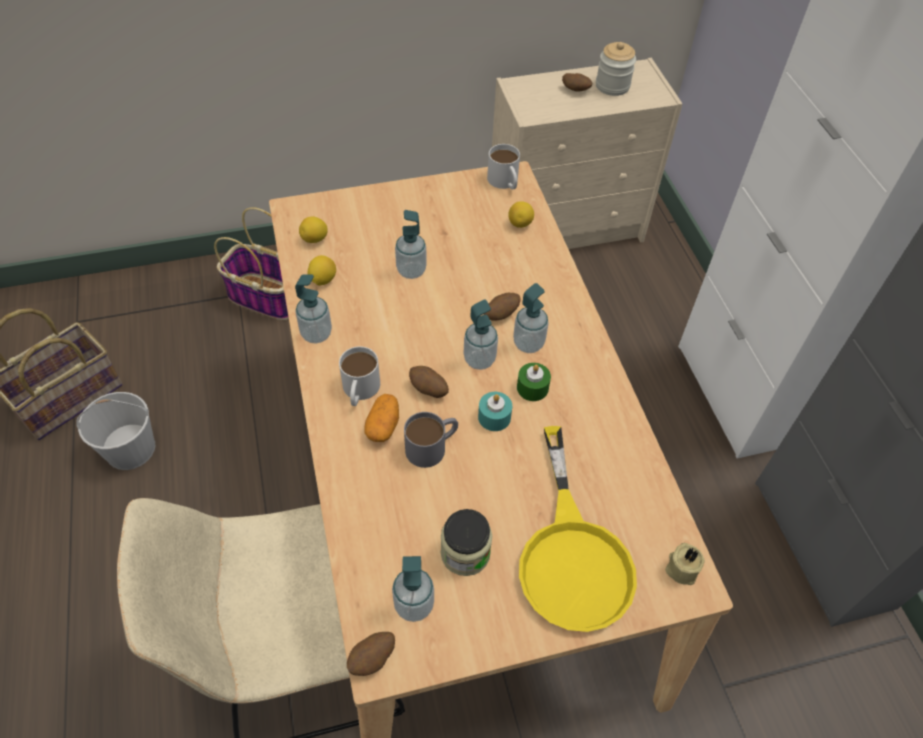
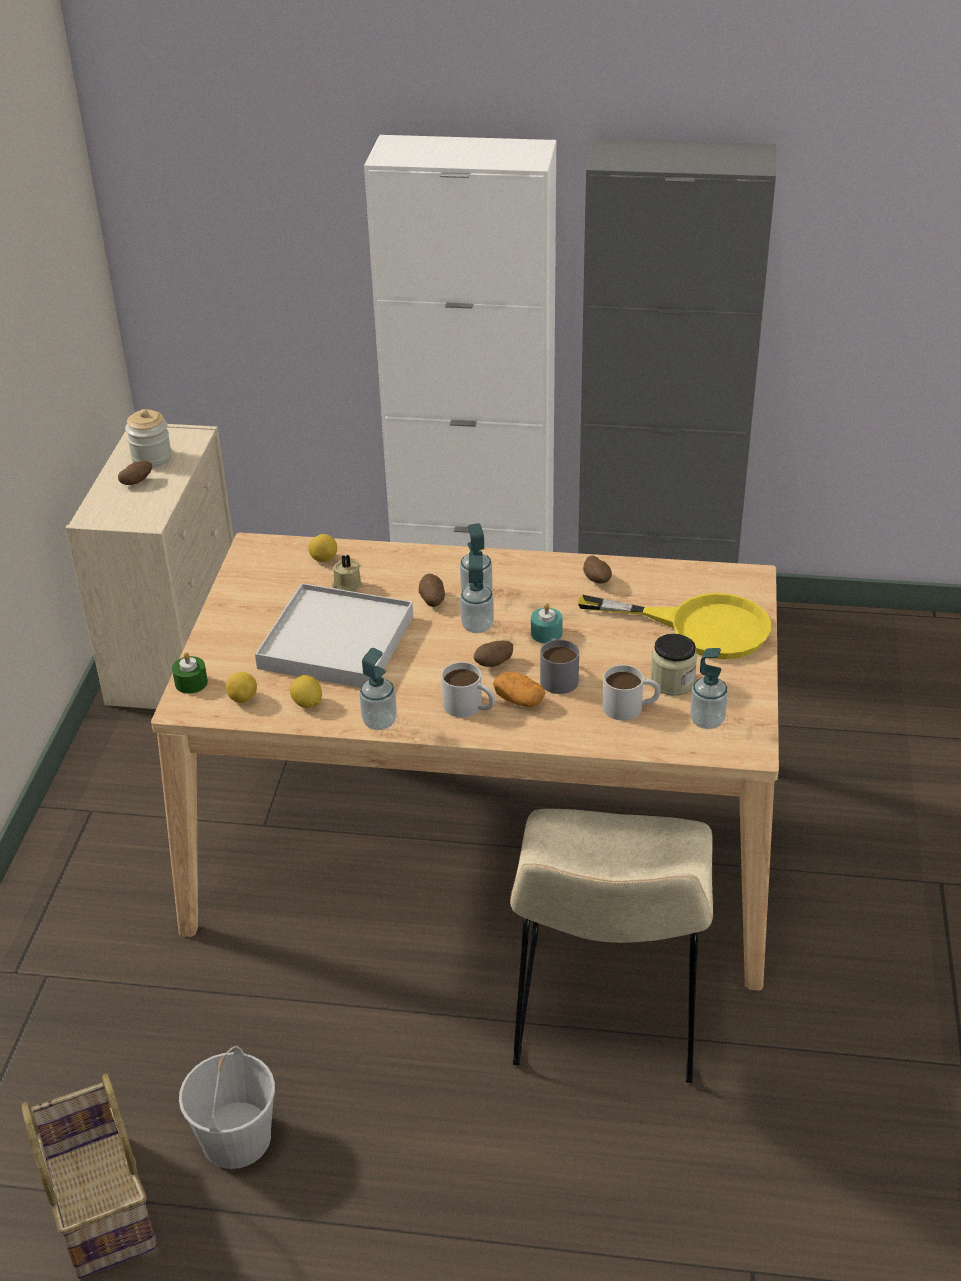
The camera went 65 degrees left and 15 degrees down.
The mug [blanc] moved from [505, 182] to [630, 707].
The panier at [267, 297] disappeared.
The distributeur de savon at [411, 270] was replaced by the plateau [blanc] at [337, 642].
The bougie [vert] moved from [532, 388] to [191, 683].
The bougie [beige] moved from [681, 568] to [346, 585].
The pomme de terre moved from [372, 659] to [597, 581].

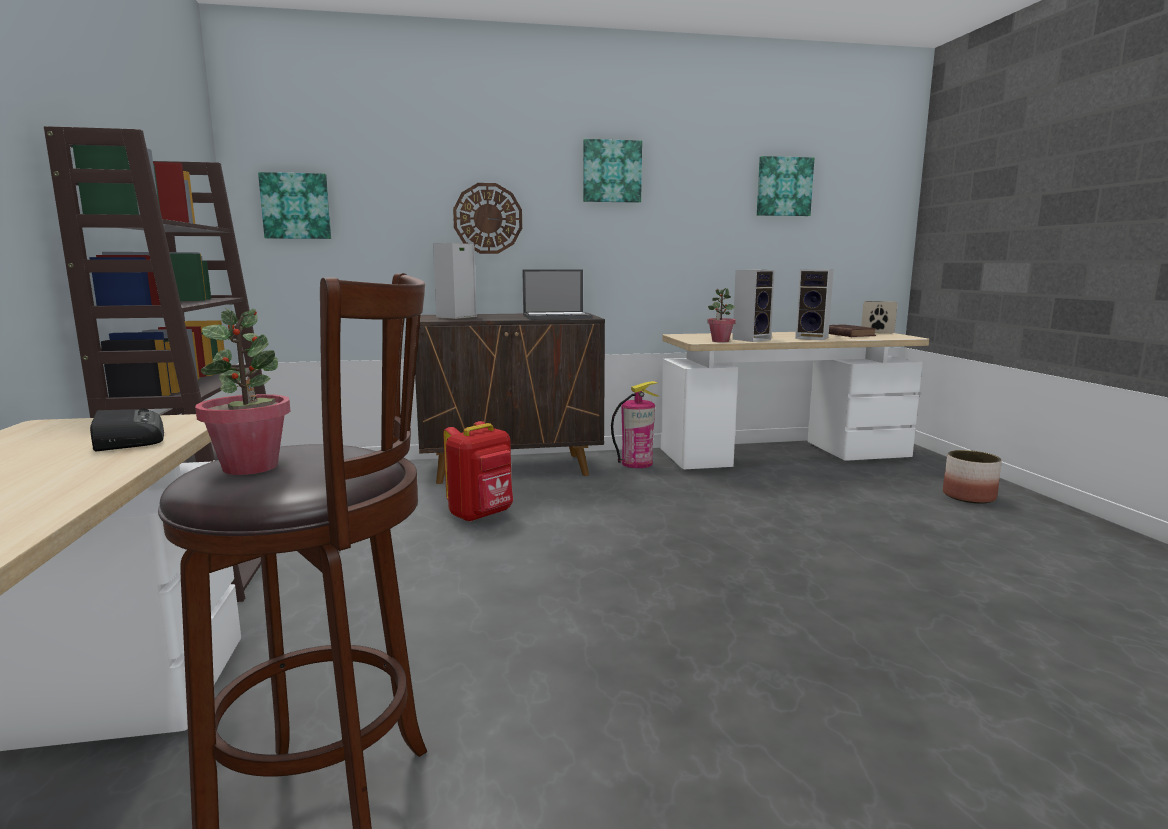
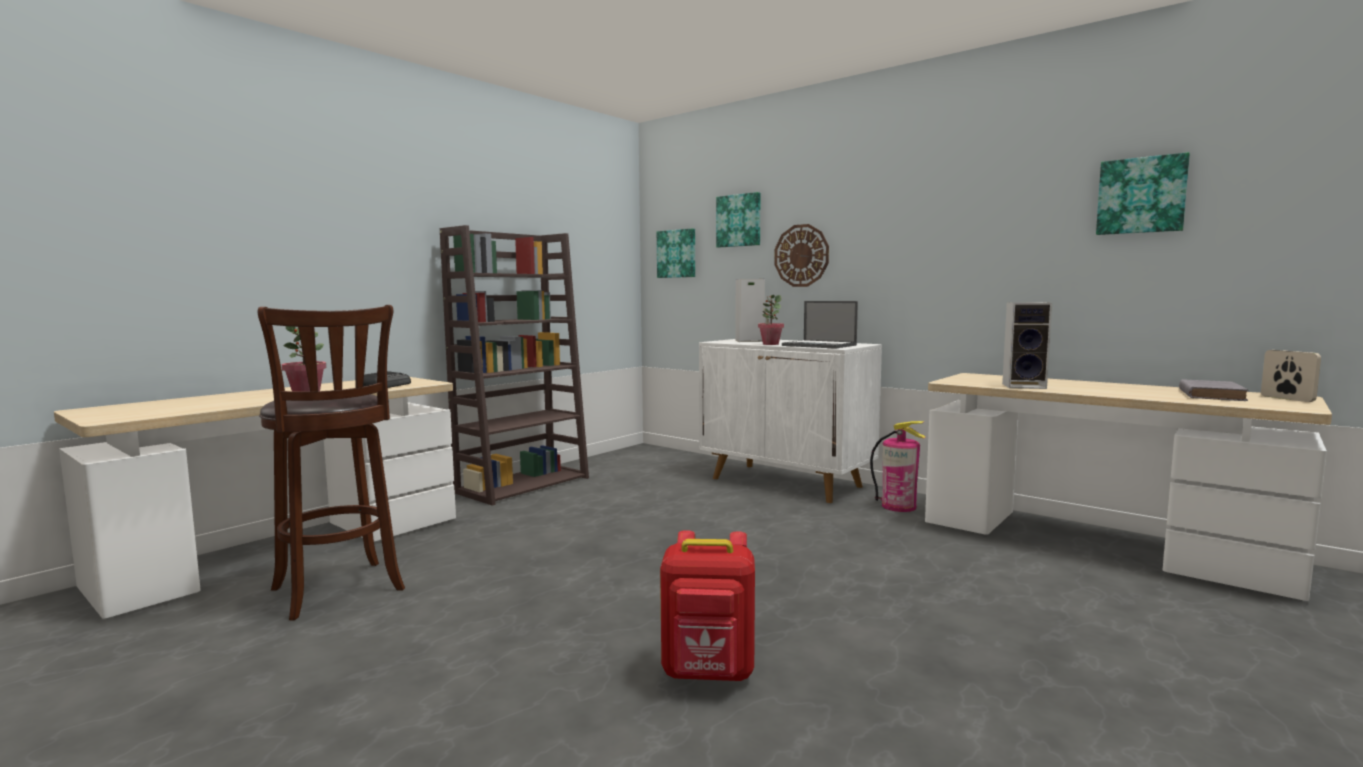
The camera went 50 degrees right and 5 degrees down.
The tableau moved from [611, 171] to [739, 220].
The enceinte at [813, 338] disappeared.
The plante en pot moved from [720, 341] to [770, 344].
The meuble de rangement [marron] at [512, 468] became the meuble de rangement [blanc] at [786, 482].
The livre [marron] at [845, 334] became the livre [gris] at [1211, 395].
The sac à dos [rouge] moved from [482, 515] to [709, 674].
The cache-pot at [969, 496] disappeared.

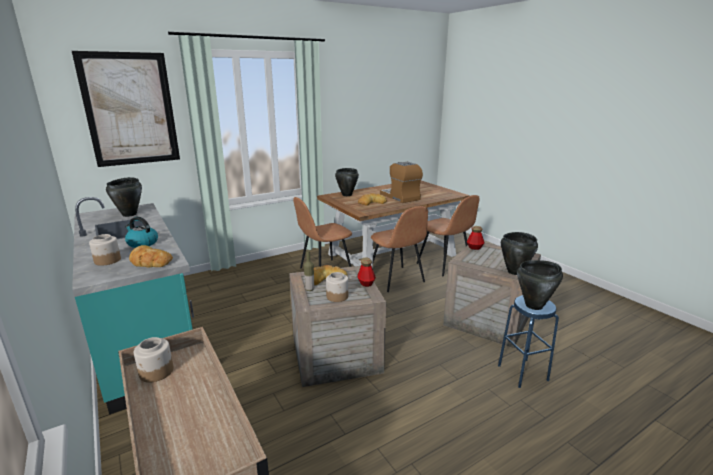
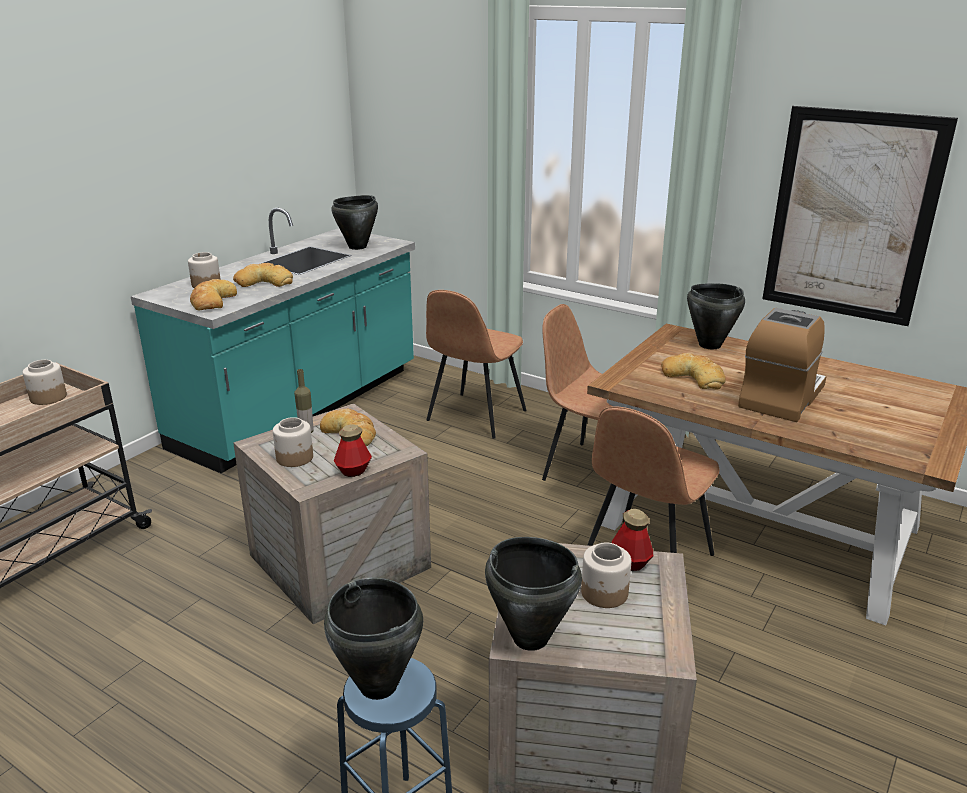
The camera went 65 degrees right and 5 degrees up.
The tableau moved from [130, 109] to [851, 216].
The chaise [marron] moved from [444, 265] to [475, 416].
The bouilloire at [142, 243] was replaced by the pain at [264, 282].
The bocal at [604, 593] appeared.

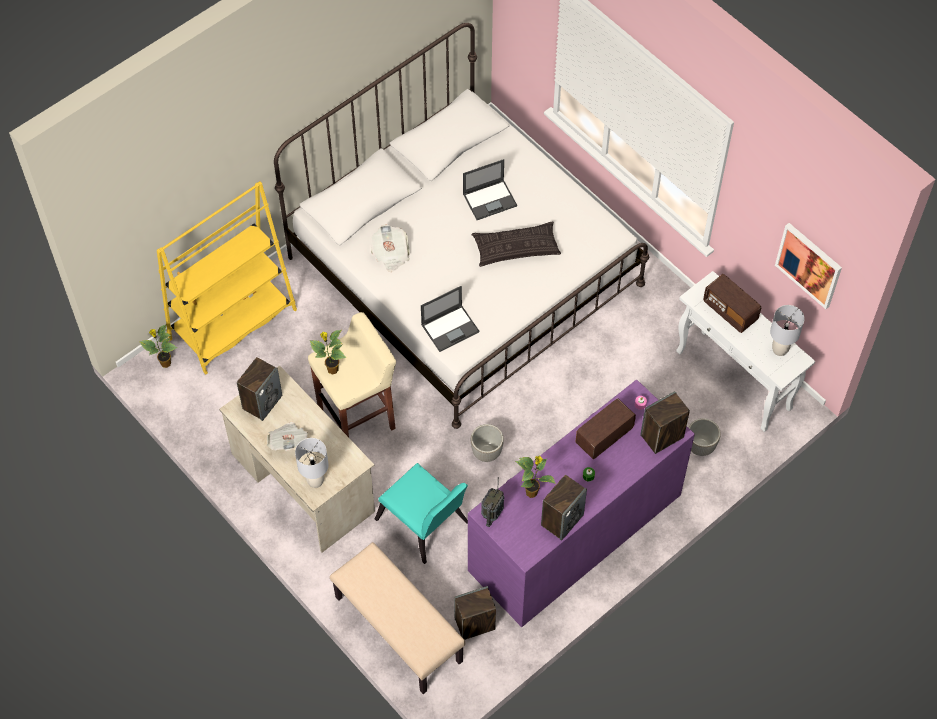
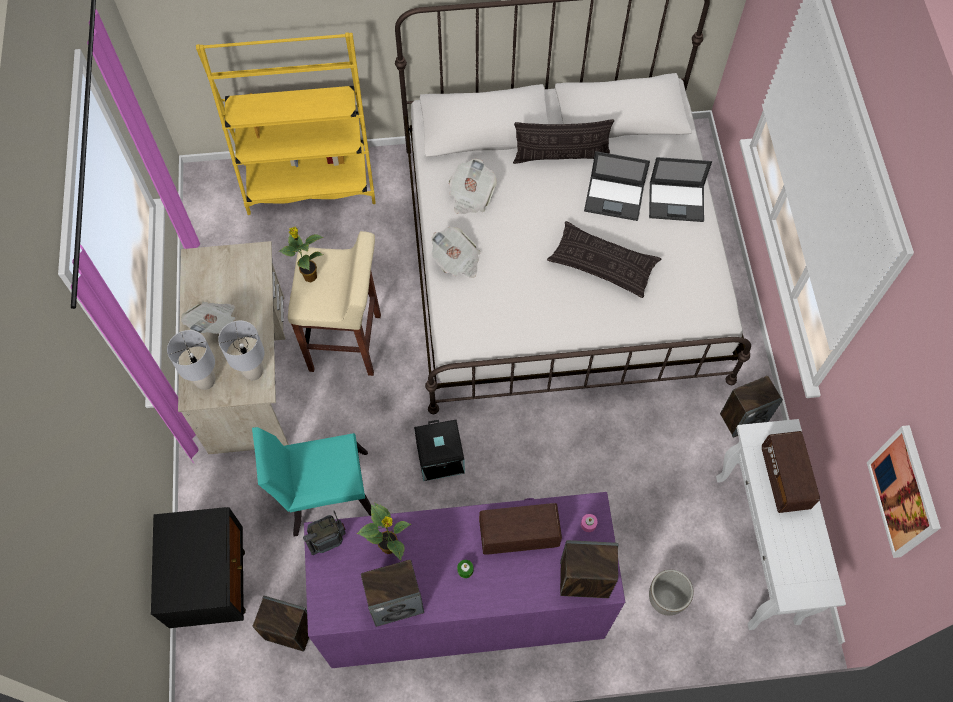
The camera went 35 degrees right and 5 degrees up.
The ordinateur portable moved from [450, 328] to [677, 201].
The lampe de table [gris] moved from [780, 350] to [253, 372].
The plante en pot at [165, 363] disappeared.
The enceinte moved from [262, 402] to [743, 418].
The cache-pot at [487, 452] was replaced by the boîte de rangement [noir] at [441, 458].
The chaise [turquoise] at [425, 525] turned 90 degrees clockwise.
The banc [beige] at [397, 629] was replaced by the table de chevet [noir] at [213, 583].
The coussin at [561, 156] appeared.
The journal at [456, 261] appeared.

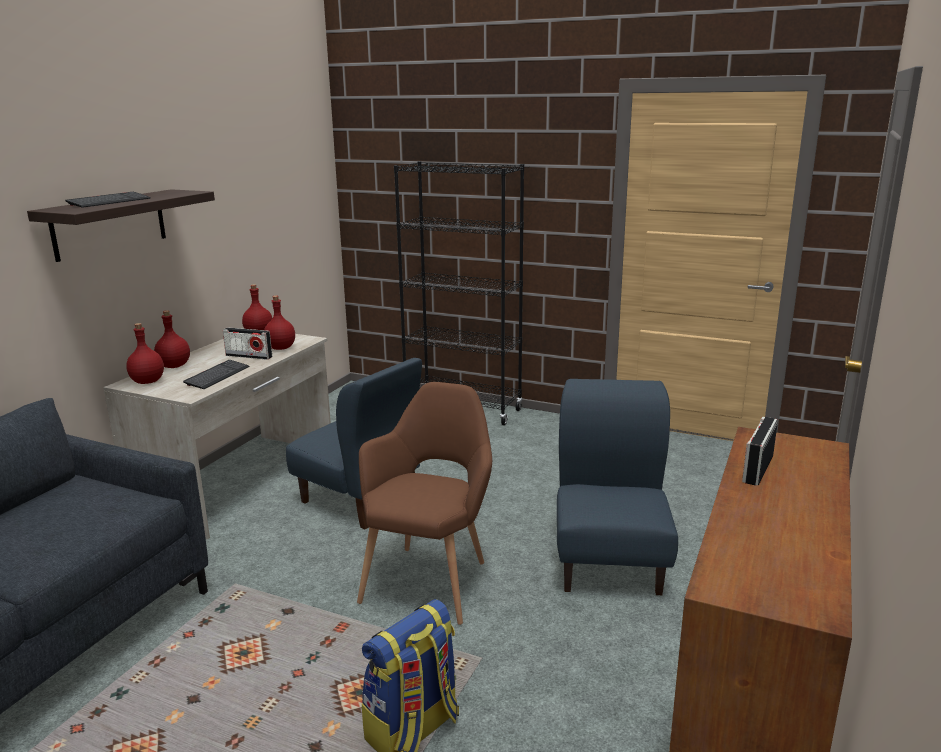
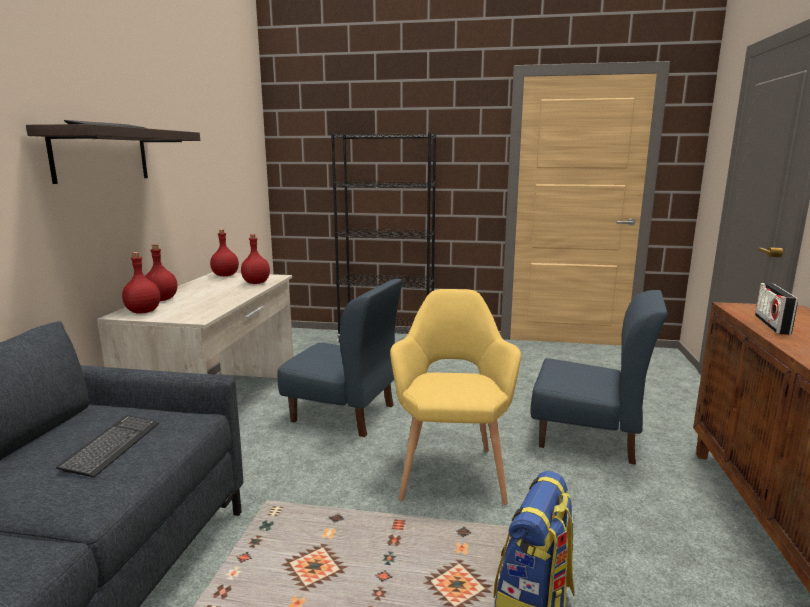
The camera went 15 degrees left and 5 degrees down.
The radio at [249, 356] disappeared.
The clavier moved from [217, 376] to [112, 446].
The chaise [bleu] at [610, 562] turned 120 degrees clockwise.
The fauteuil [marron] at [431, 578] became the fauteuil [jaune] at [451, 469].

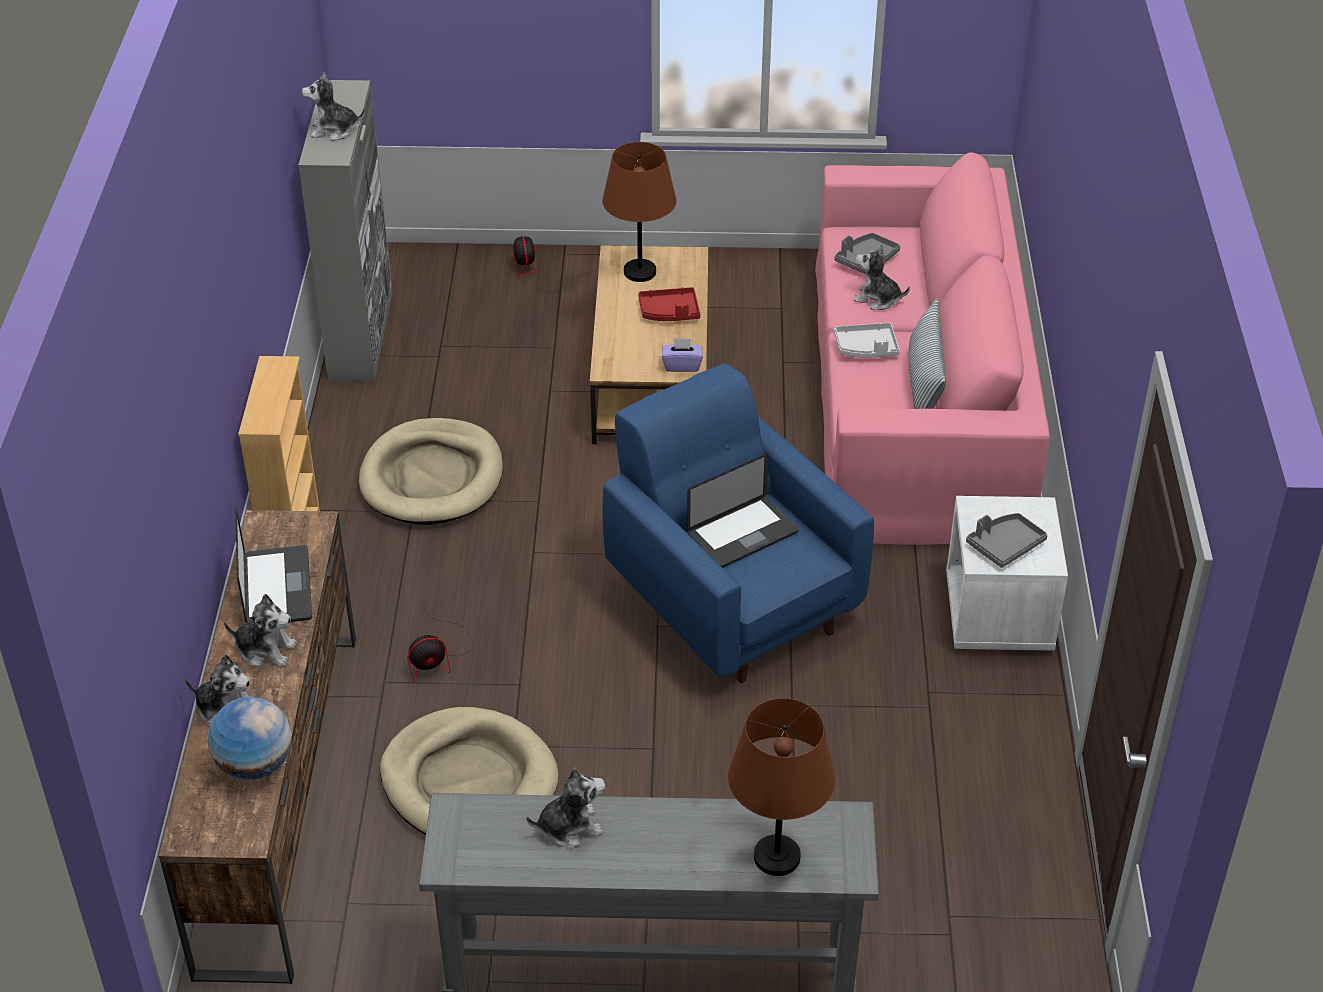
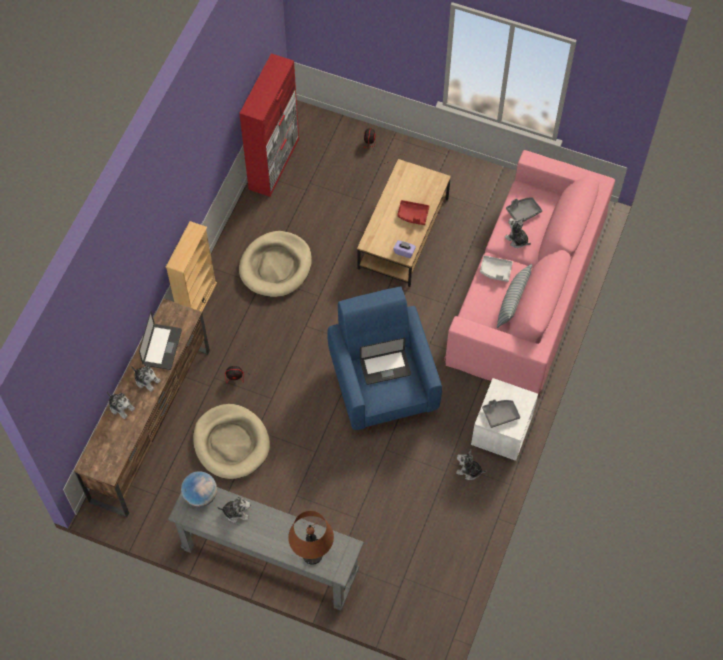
The camera went 20 degrees right and 20 degrees up.
The peluche moved from [334, 130] to [469, 470].
The meuble de rangement [gris] at [361, 334] became the meuble de rangement [rouge] at [274, 163].
The lampe de table [marron] at [639, 272] disappeared.
The globe moved from [254, 765] to [200, 495].

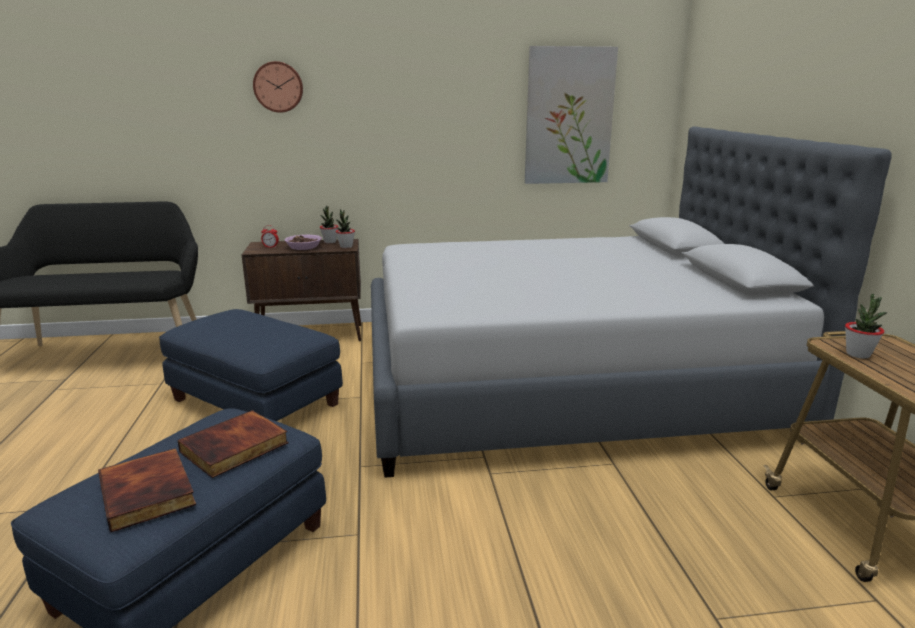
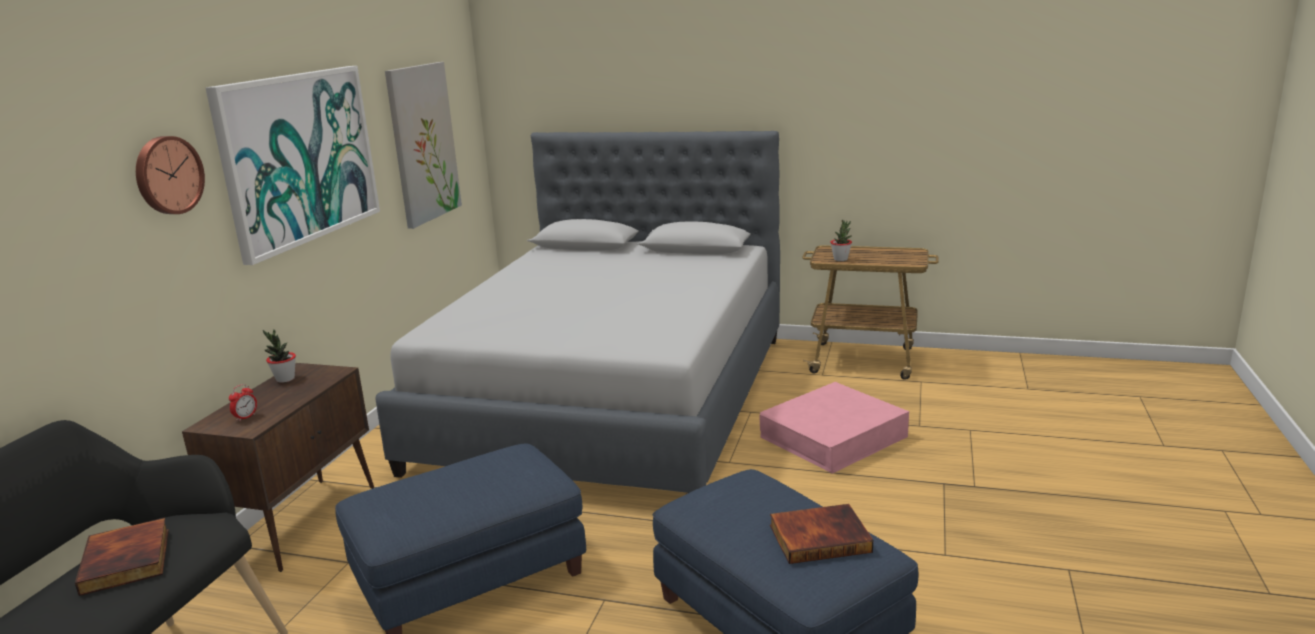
The camera went 65 degrees left and 0 degrees up.
The plante en pot at [346, 247] disappeared.
The bol at [303, 247] disappeared.
The livre moved from [235, 448] to [128, 560].
The tableau at [299, 157] appeared.
The boîte de rangement [rose] at [833, 437] appeared.

